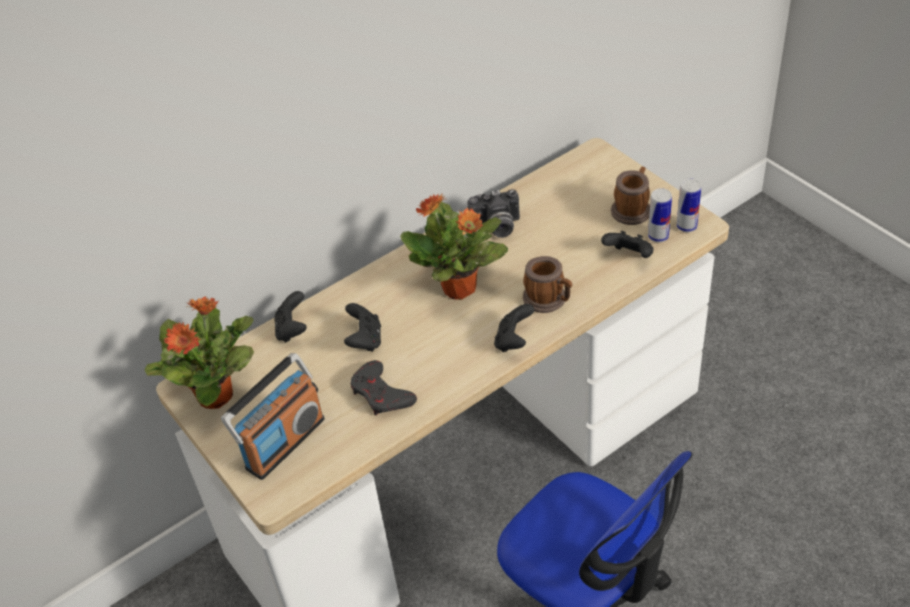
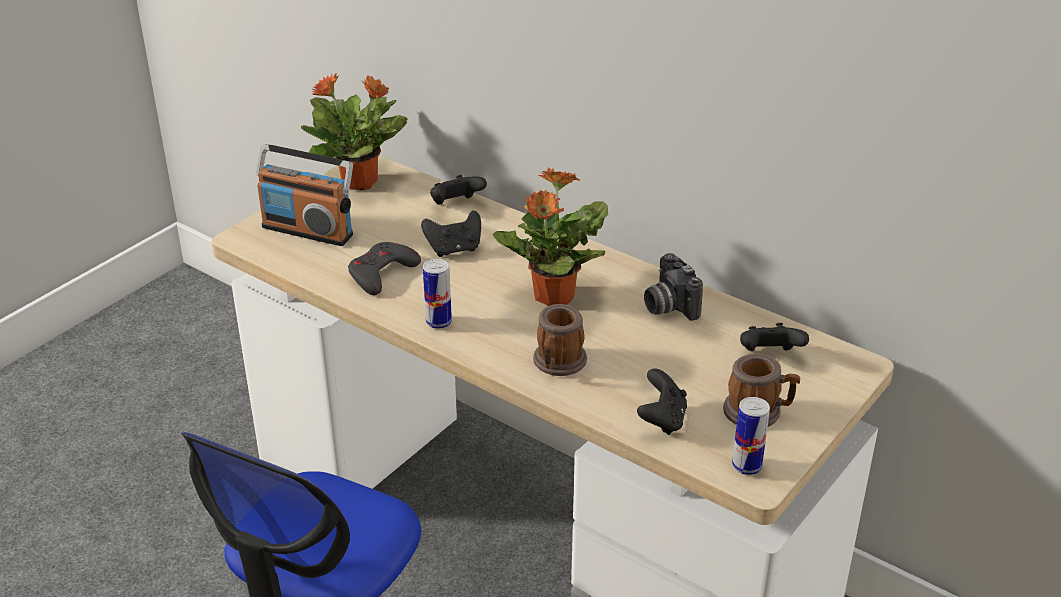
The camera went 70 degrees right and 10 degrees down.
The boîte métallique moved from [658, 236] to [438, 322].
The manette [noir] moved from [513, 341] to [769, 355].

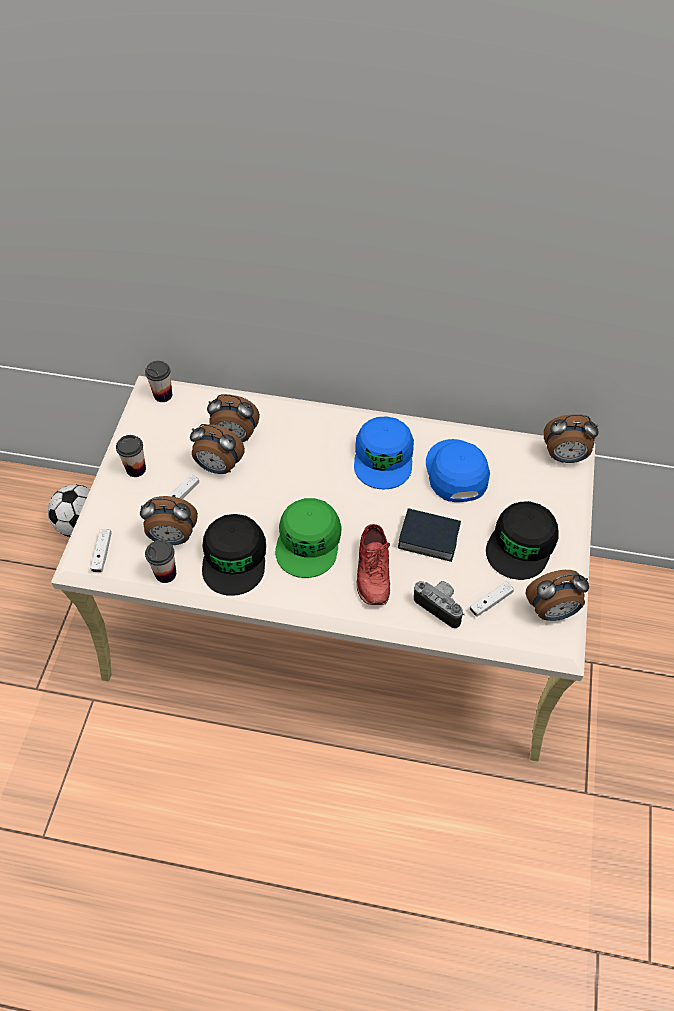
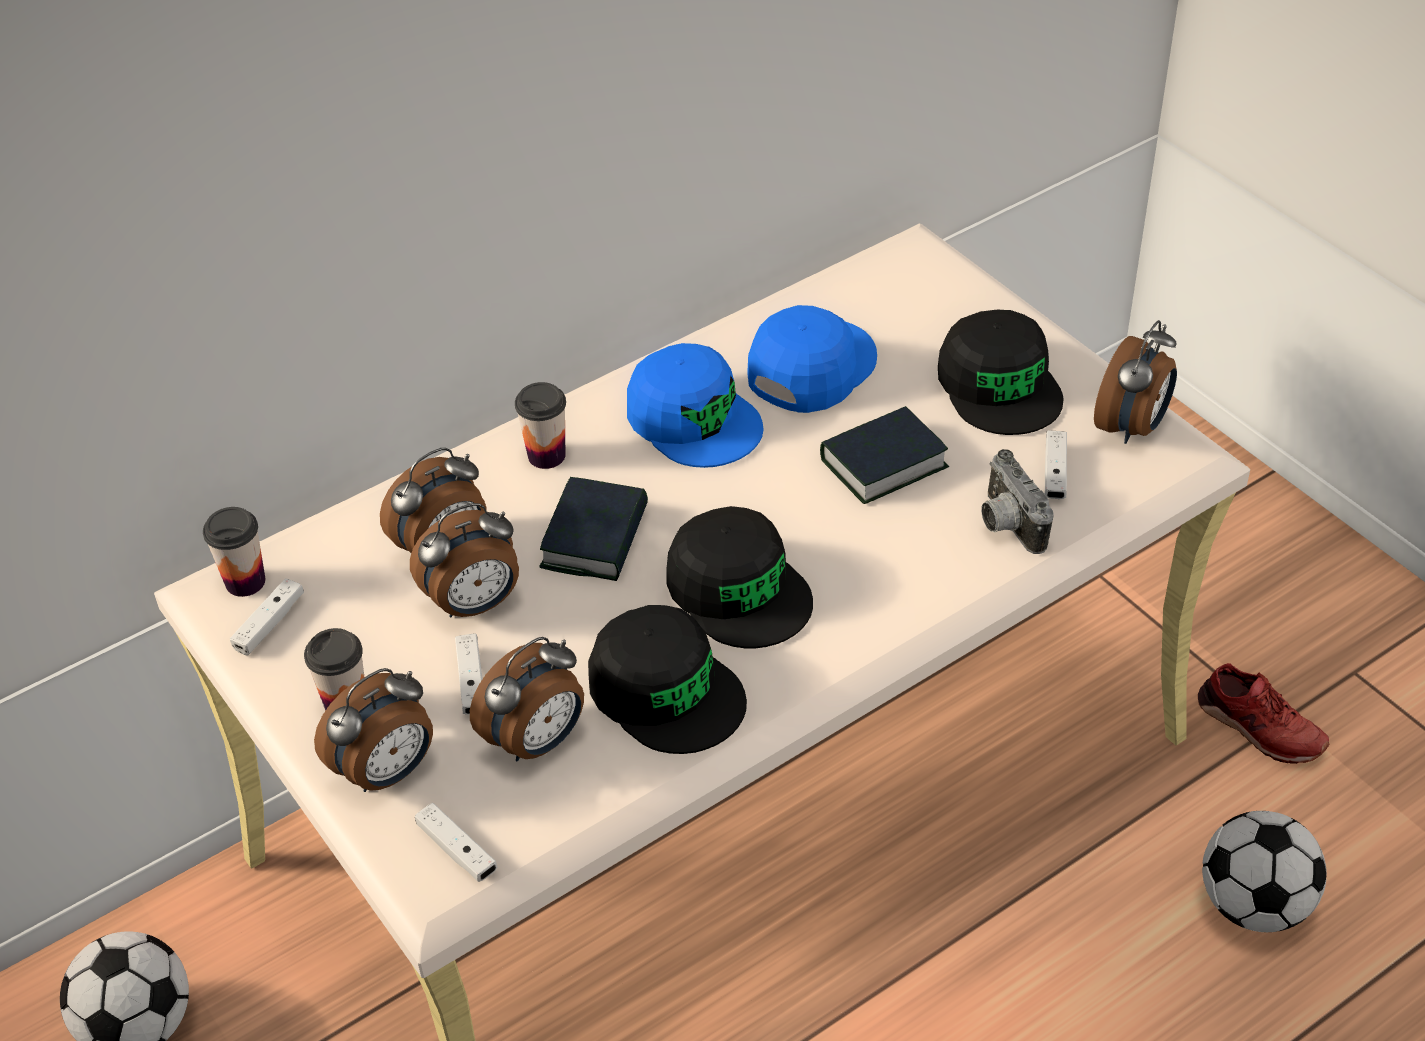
The camera went 45 degrees left and 10 degrees down.
The réveil moved from [564, 457] to [387, 772].
The casquette [bleu] at [456, 472] turned 90 degrees clockwise.
The casquette [vert] at [309, 541] became the casquette [noir] at [739, 589].
The chaussure [rouge] moved from [372, 571] to [1258, 727].
The tasse moved from [165, 573] to [546, 455].
The appareil photo at [440, 606] turned 105 degrees counterclockwise.
The livre at [595, 538] appeared.
The manette [blanc] at [269, 624] appeared.
The ballon de foot at [1254, 905] appeared.

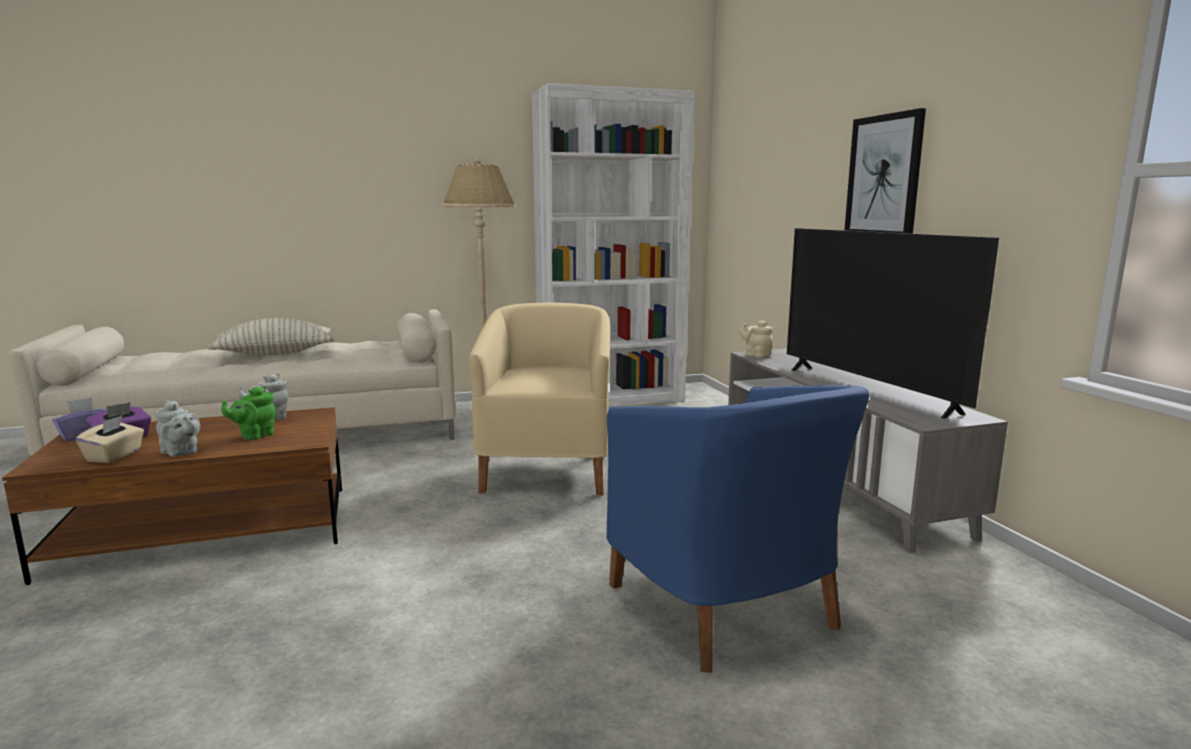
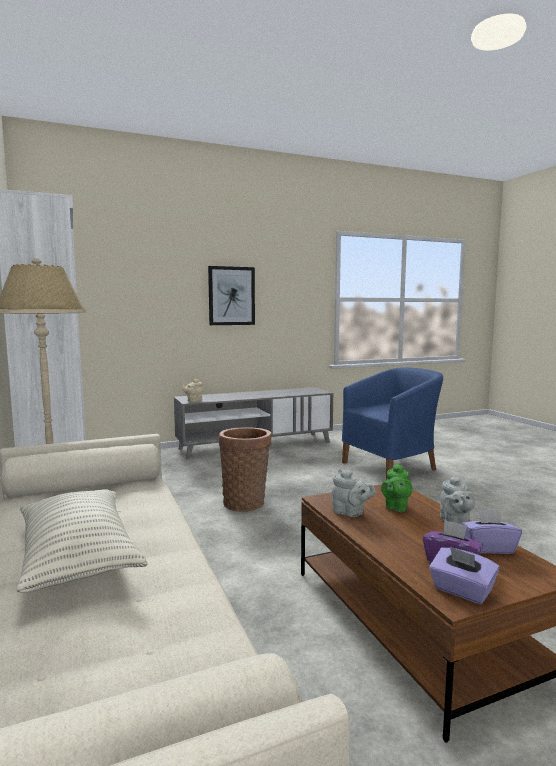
The camera went 95 degrees left and 5 degrees down.
The téléviseur at [868, 389] disappeared.
The fauteuil [beige] at [548, 470] was replaced by the panier at [245, 502].
The théière [vert] at [254, 435] turned 75 degrees clockwise.
The théière [gris] at [181, 453] turned 150 degrees clockwise.
The boîte à mouchoirs [beige] at [115, 455] became the boîte à mouchoirs [violet] at [489, 548].

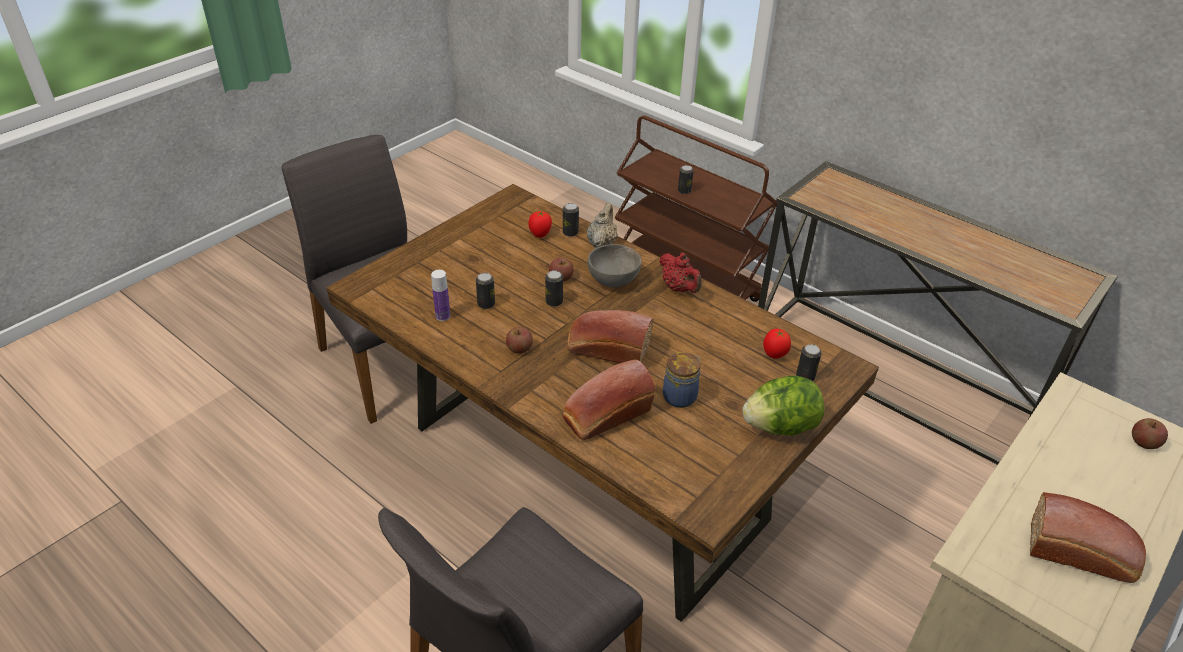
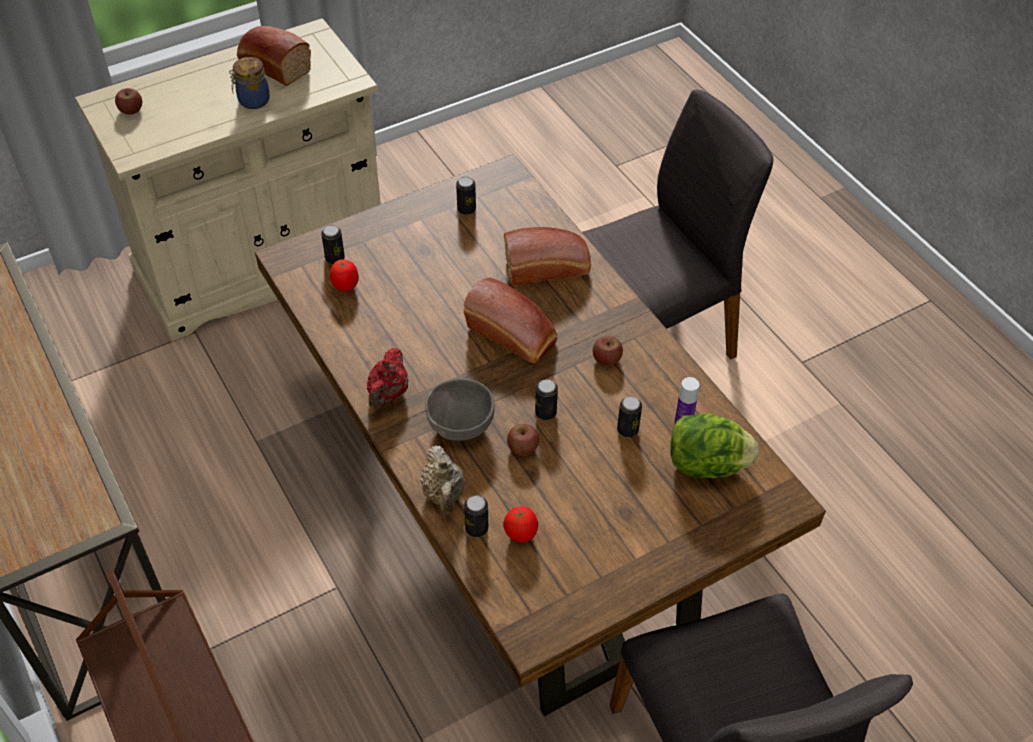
The camera went 160 degrees left and 10 degrees up.
The boîte métallique moved from [684, 191] to [466, 209].
The théière [beige] at [601, 244] turned 45 degrees counterclockwise.
The théière [rouge] at [679, 288] turned 150 degrees counterclockwise.
The bocal moved from [681, 396] to [252, 101].
The laitue moved from [780, 426] to [706, 465].

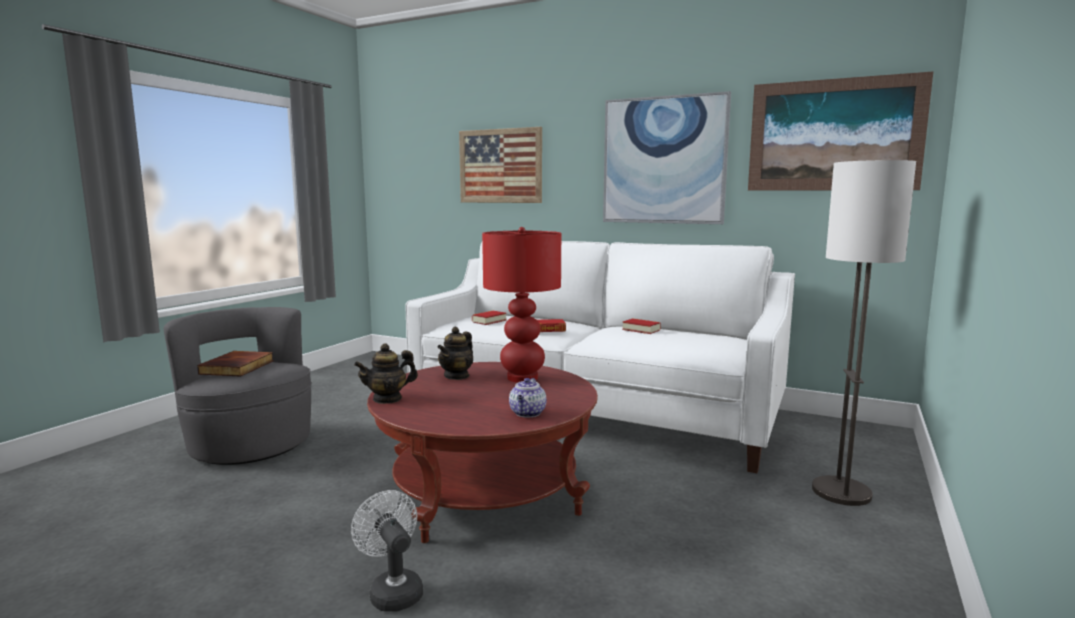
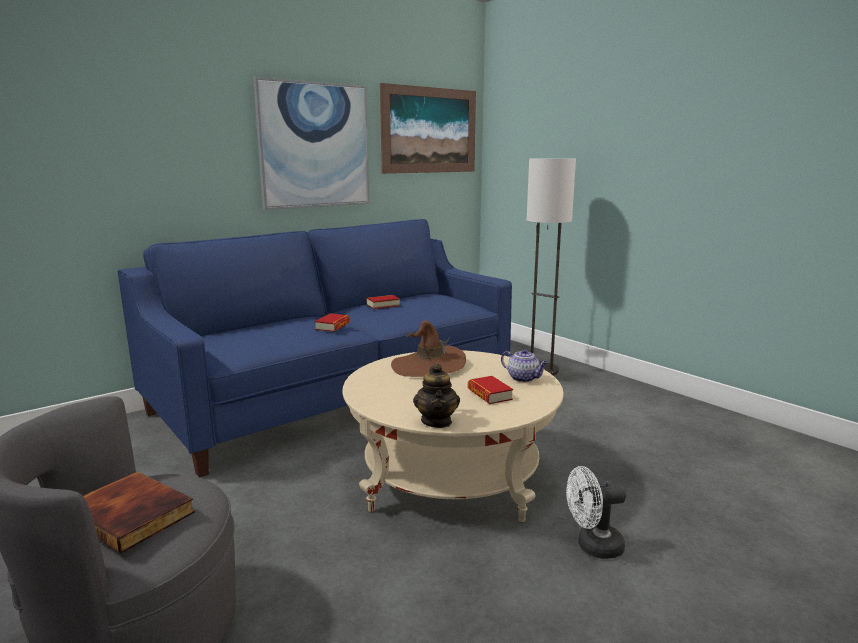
The camera went 65 degrees left and 5 degrees up.
The tableau at [500, 166] disappeared.
The lampe de table [rouge] at [522, 378] was replaced by the chapeau [marron] at [428, 366].
The canapé [blanc] at [595, 411] became the canapé [bleu] at [336, 396].
The livre moved from [489, 321] to [489, 394].
The théière at [457, 376] disappeared.
The table basse [rouge] at [486, 491] became the table basse [beige] at [451, 476].

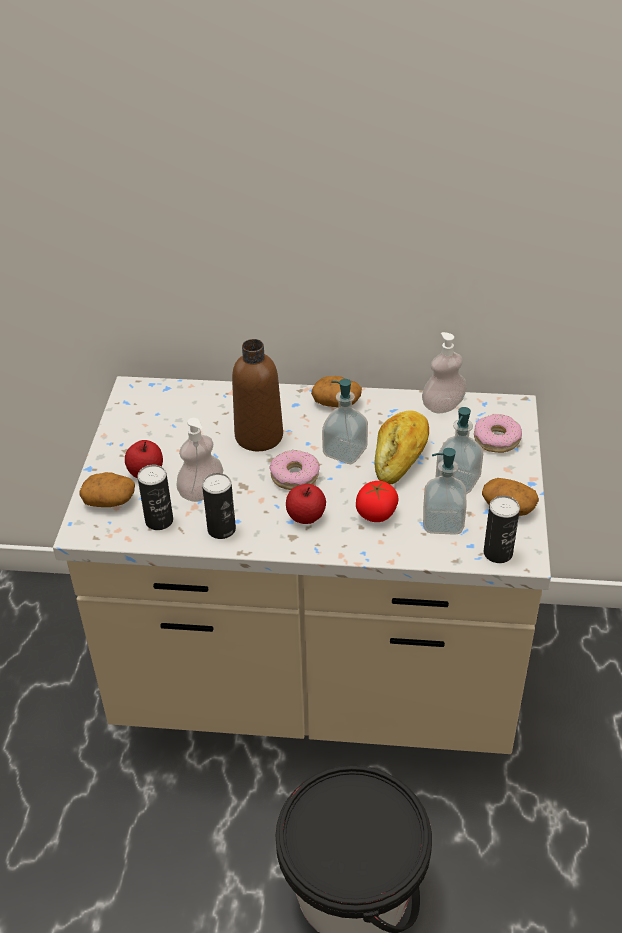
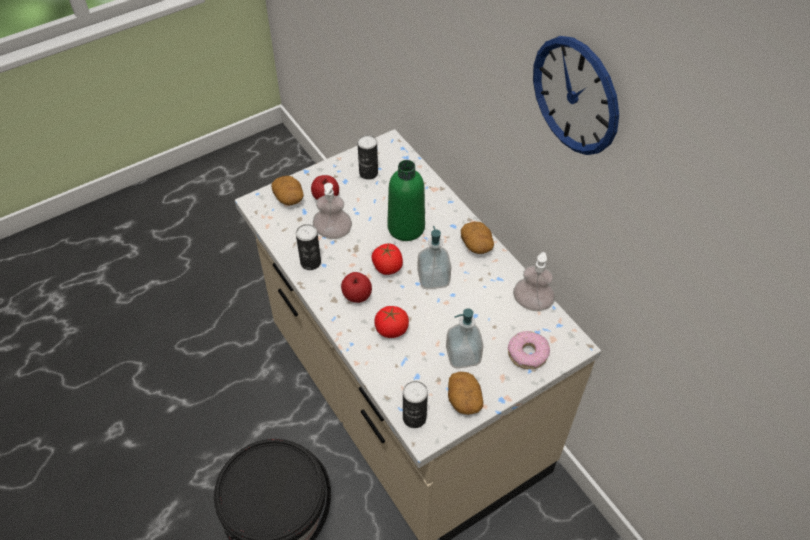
The camera went 50 degrees right and 10 degrees up.
The bouteille [marron] at [259, 436] became the bouteille [vert] at [406, 227].
The pain at [401, 456] disappeared.
The distributeur de savon at [443, 523] disappeared.
The beignet at [295, 476] was replaced by the tomate at [387, 267].
The boîte métallique moved from [159, 521] to [368, 173].
The horloge murale at [575, 96] appeared.

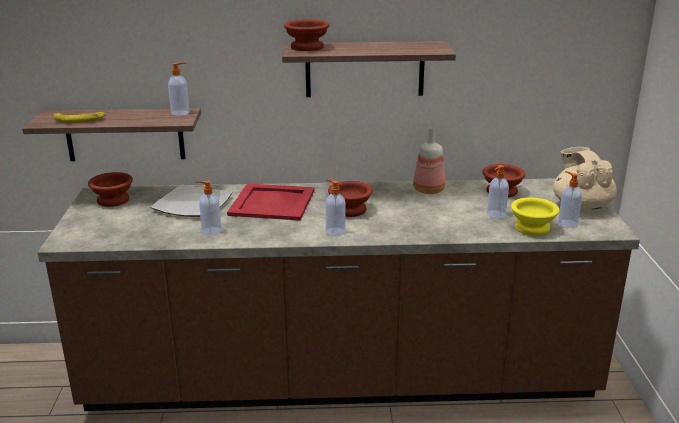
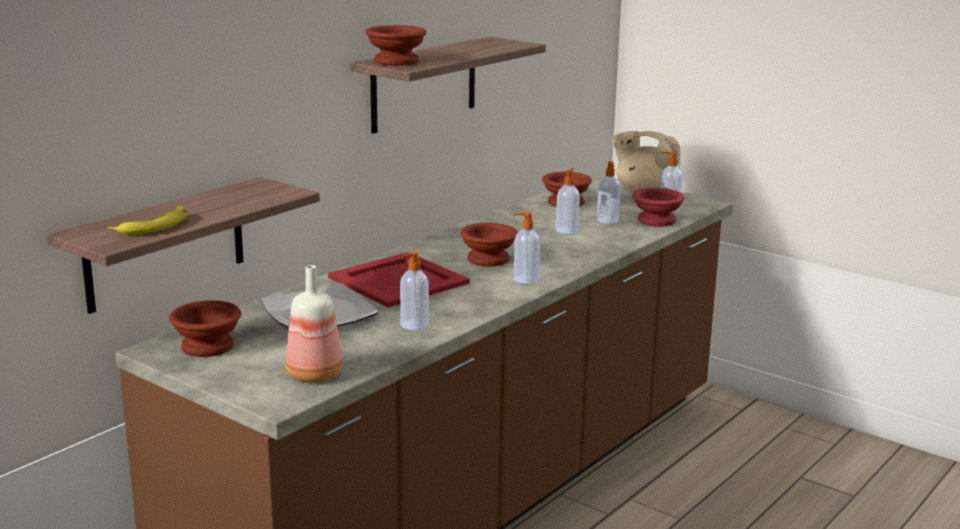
The camera went 50 degrees left and 5 degrees down.
The distributeur de savon moved from [181, 113] to [567, 230].
The bouteille moved from [427, 190] to [312, 375].
The bol [jaune] at [534, 229] became the bol [rouge] at [658, 220].

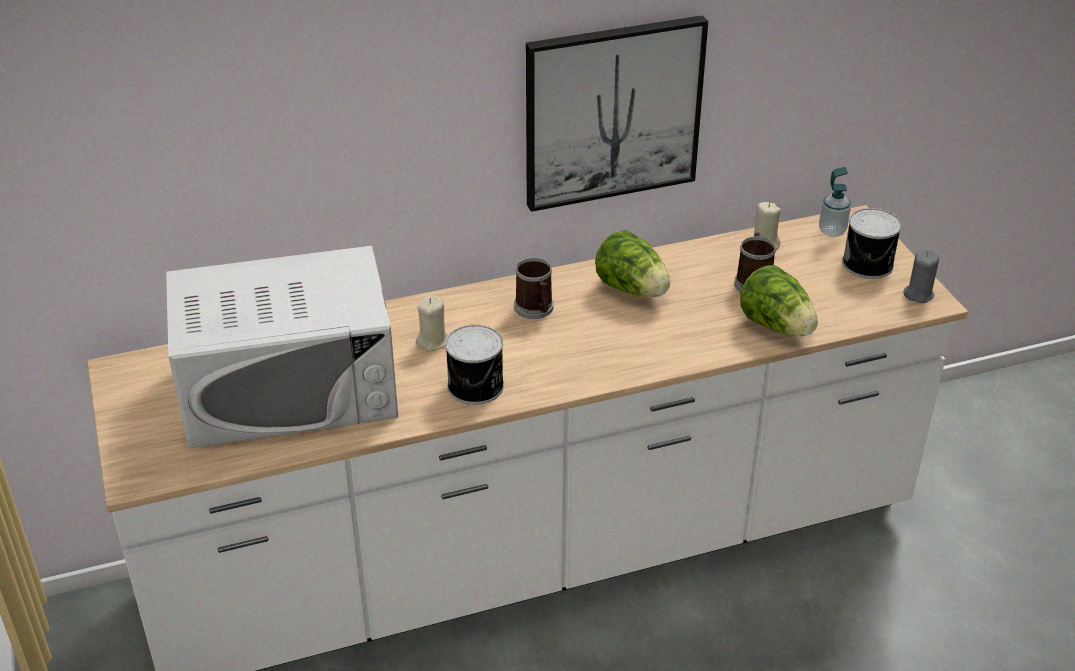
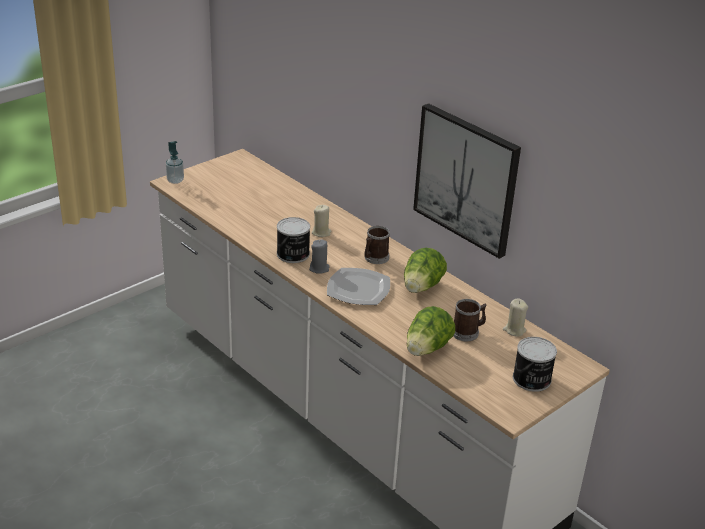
The camera went 65 degrees right and 5 degrees down.
The distributeur de savon moved from [832, 231] to [175, 180].
The micro-ondes [blanc] at [289, 389] disappeared.
The bougie [gris] moved from [918, 294] to [319, 268].
The assiette at [359, 289] appeared.

